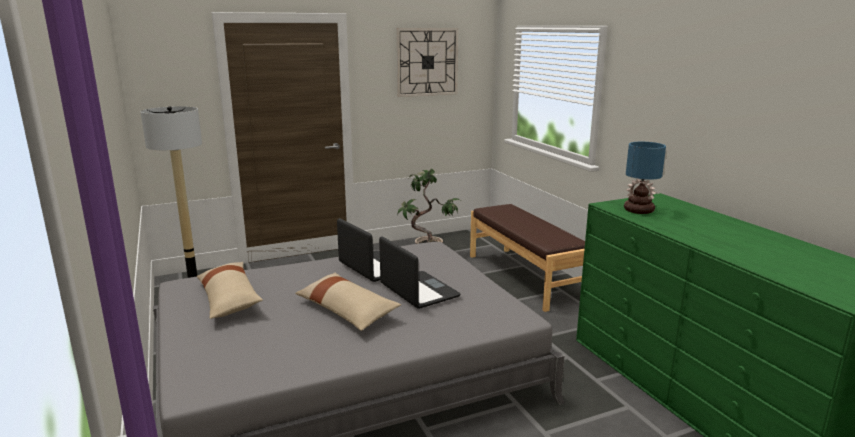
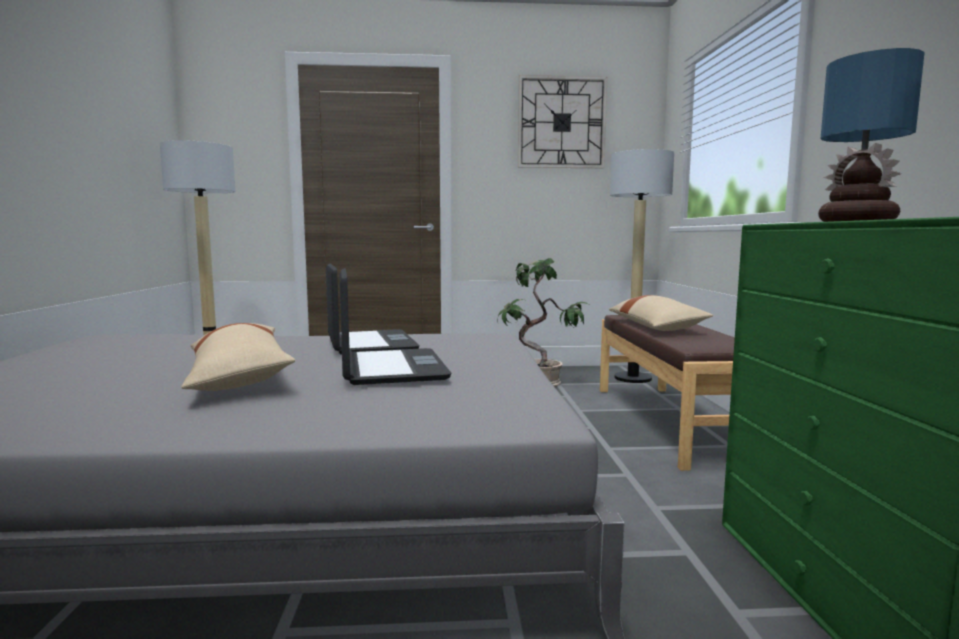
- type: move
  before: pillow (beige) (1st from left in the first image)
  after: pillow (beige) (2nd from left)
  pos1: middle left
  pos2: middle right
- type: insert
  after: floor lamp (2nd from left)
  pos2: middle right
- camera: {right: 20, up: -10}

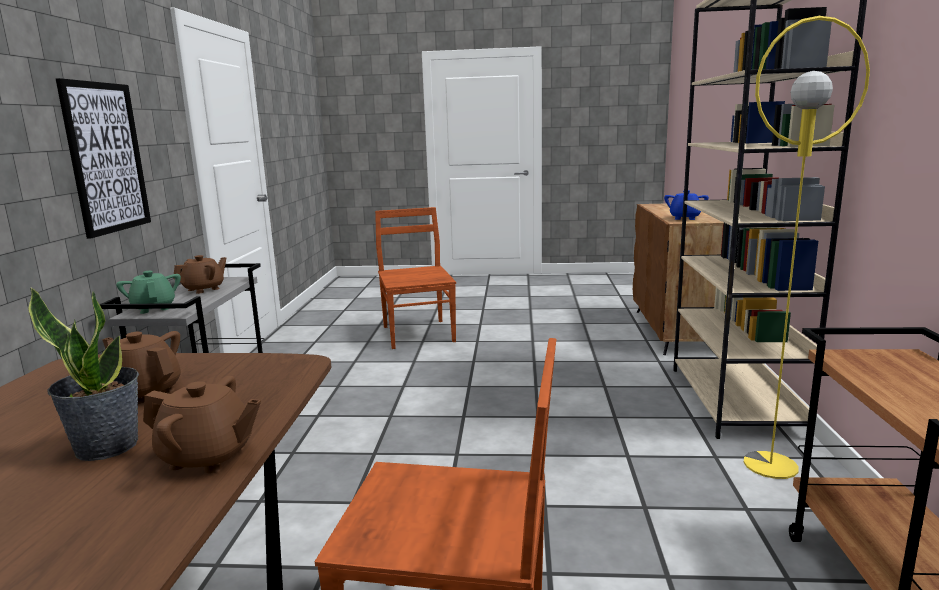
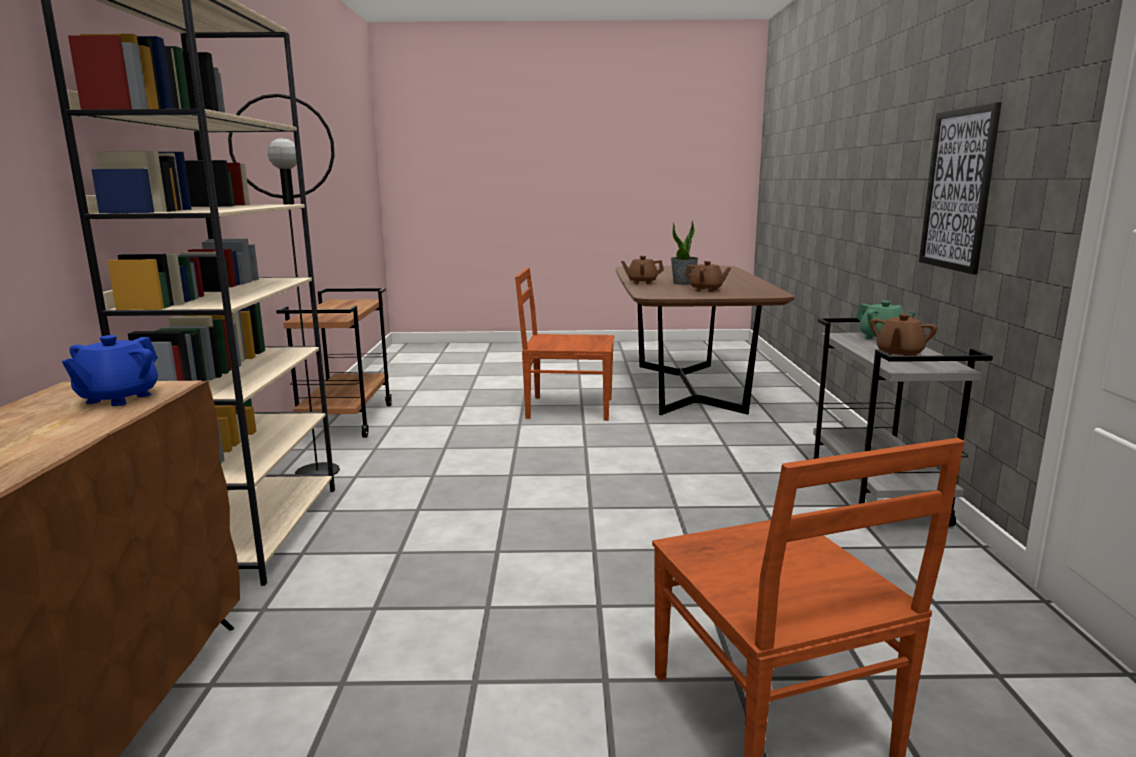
- type: recolor
  before: floor lamp (yellow)
  after: floor lamp (black)
  pos1: middle right
  pos2: middle left
- camera: {right: 175, up: 0}

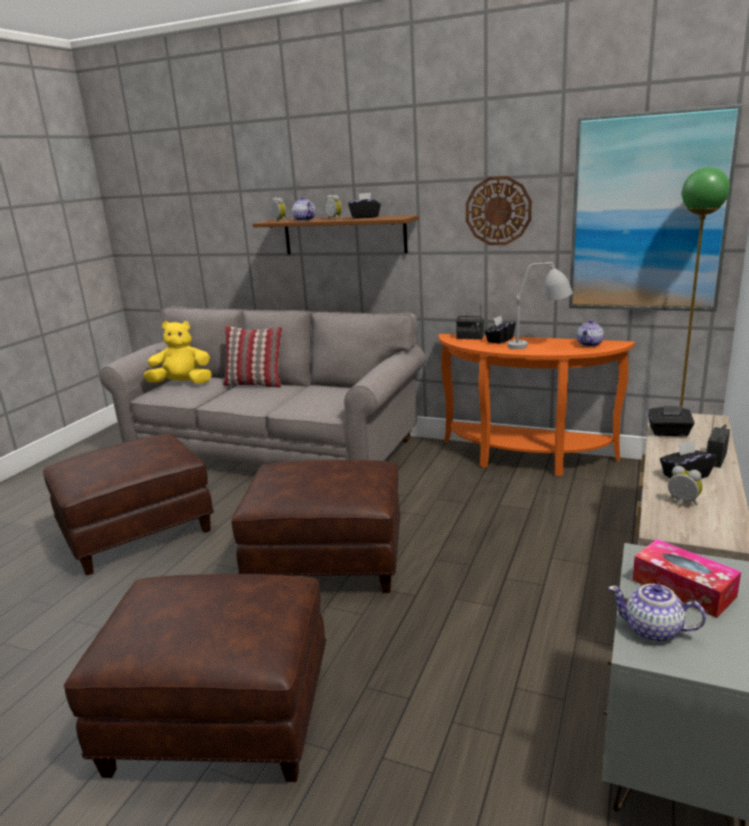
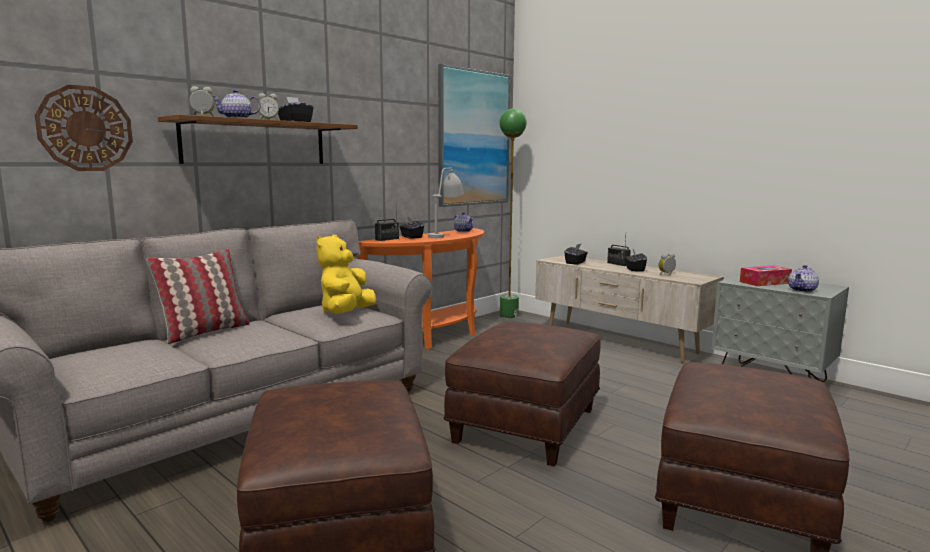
- type: move
  before: wall clock
  pos1: top centre
  pos2: top left
- type: move
  before: plush toy (yellow)
  pos1: middle left
  pos2: centre
- camera: {right: -70, up: -10}

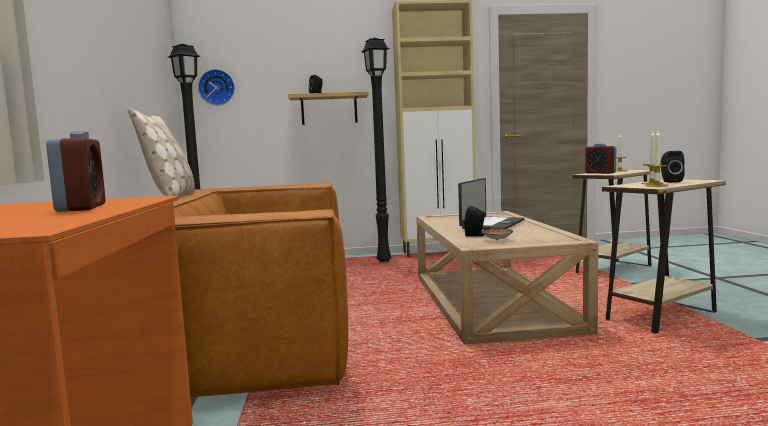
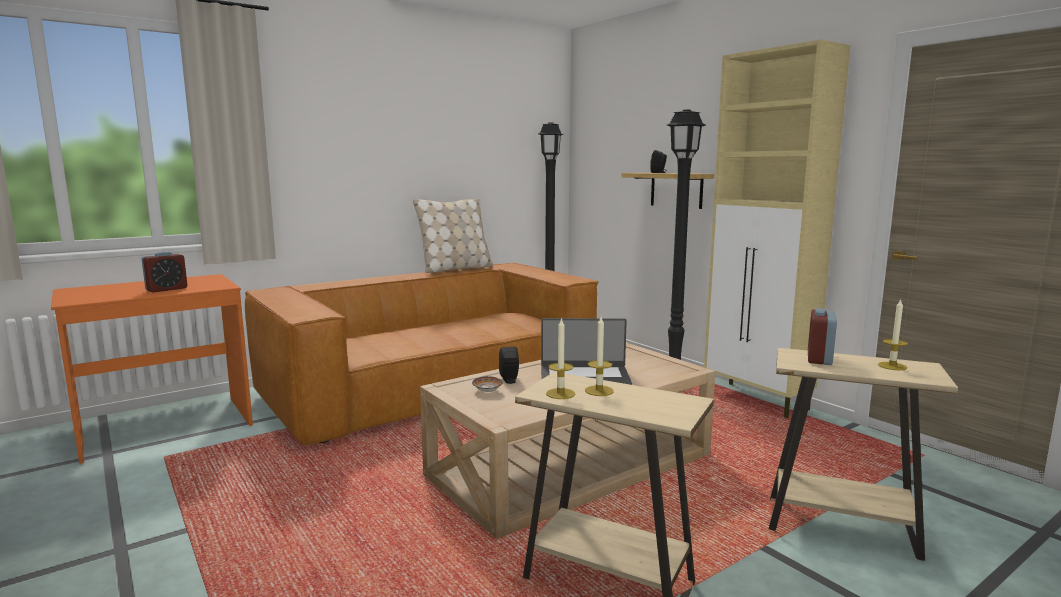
- type: delete
  before: wall clock
  pos1: top left
- type: delete
  before: speaker (black) (3rd from left)
  pos1: middle right
- camera: {right: 60, up: 5}

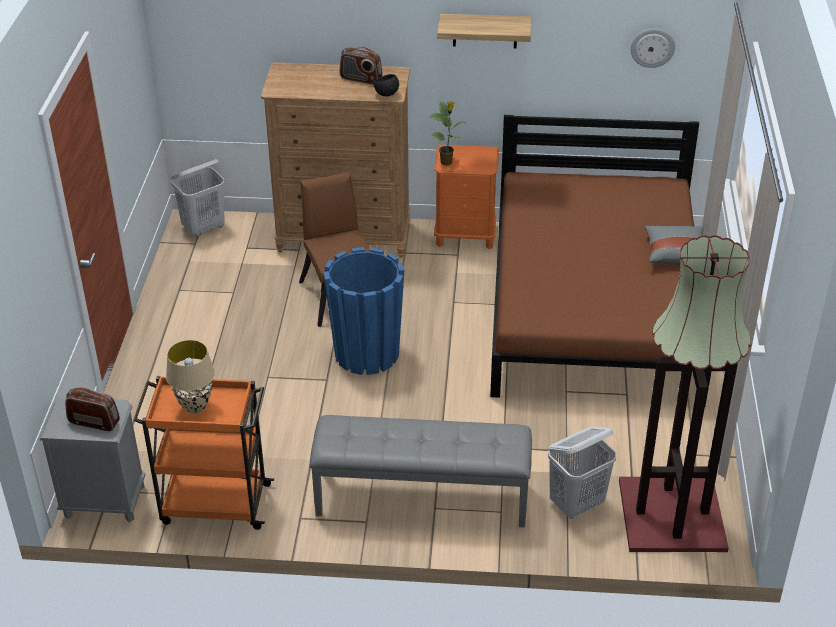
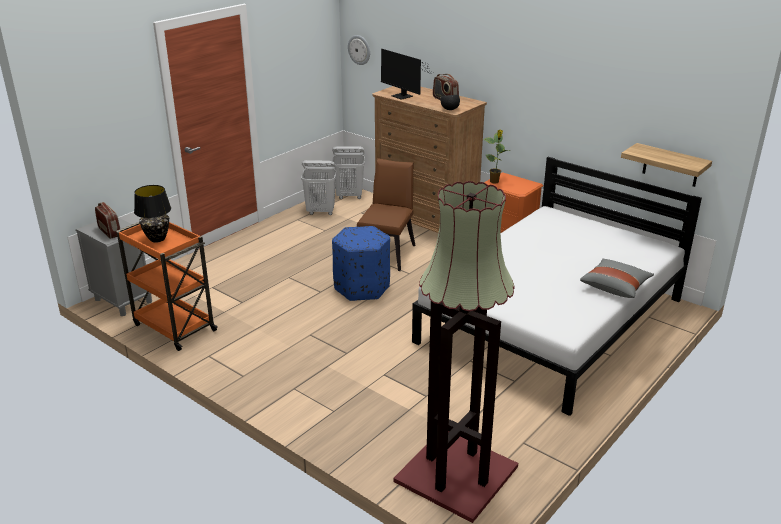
- type: move
  before: shelf
  pos1: top centre
  pos2: top right
- type: move
  before: wall clock
  pos1: top right
  pos2: top centre
- type: recolor
  before: bed (brown)
  after: bed (white)
  pos1: middle right
  pos2: middle right
- type: replace
  before: planter (blue)
  after: ottoman (blue)
  pos1: centre
  pos2: centre
- type: recolor
  before: table lamp (beige)
  after: table lamp (black)
  pos1: middle left
  pos2: middle left
- type: delete
  before: bench (grey)
  pos1: bottom centre
- type: move
  before: laundry basket (white) (2nd from left in the first image)
  after: laundry basket (white) (1st from left)
  pos1: bottom right
  pos2: centre
- type: insert
  after: monitor
  pos2: top centre
- camera: {right: 35, up: -10}

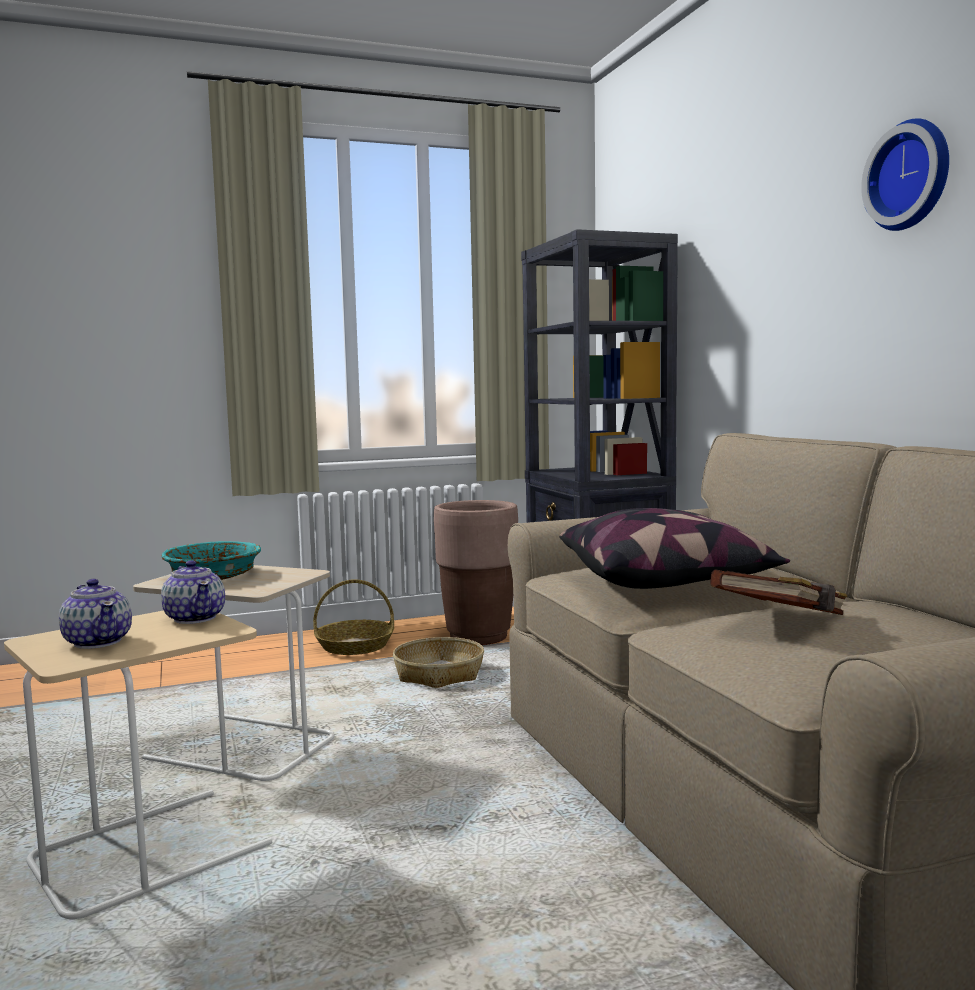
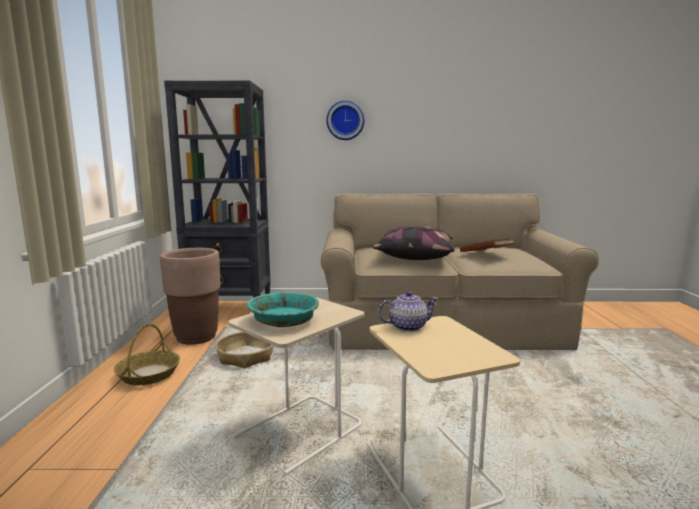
- type: move
  before: wall clock
  pos1: top right
  pos2: top centre
- type: delete
  before: teapot (1st from left)
  pos1: middle left
- camera: {right: -70, up: 5}

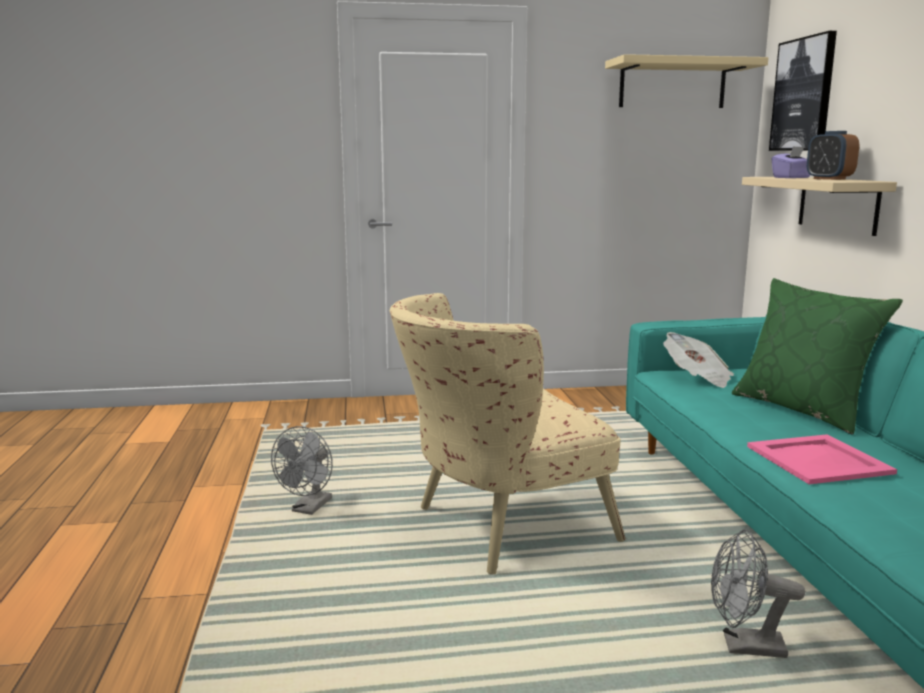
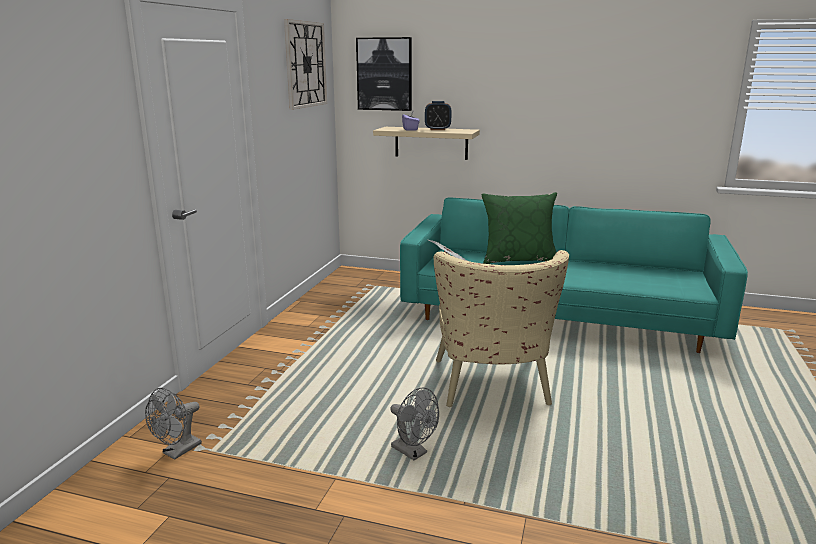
- type: replace
  before: shelf (beige) (1st from left)
  after: wall clock
  pos1: top right
  pos2: top centre
- type: delete
  before: tray (pink)
  pos1: middle right
- type: move
  before: fan (grey) (2nd from left in the first image)
  after: fan (grey) (1st from left)
  pos1: bottom right
  pos2: bottom left
- camera: {right: -65, up: 5}

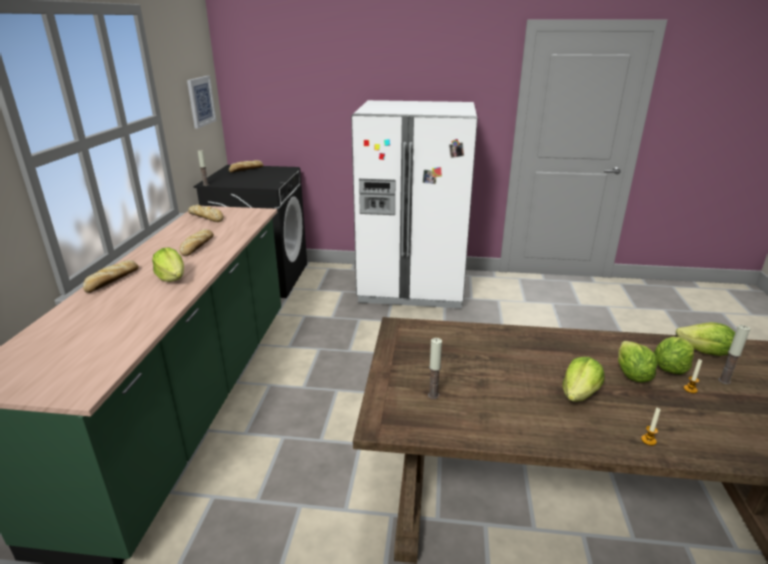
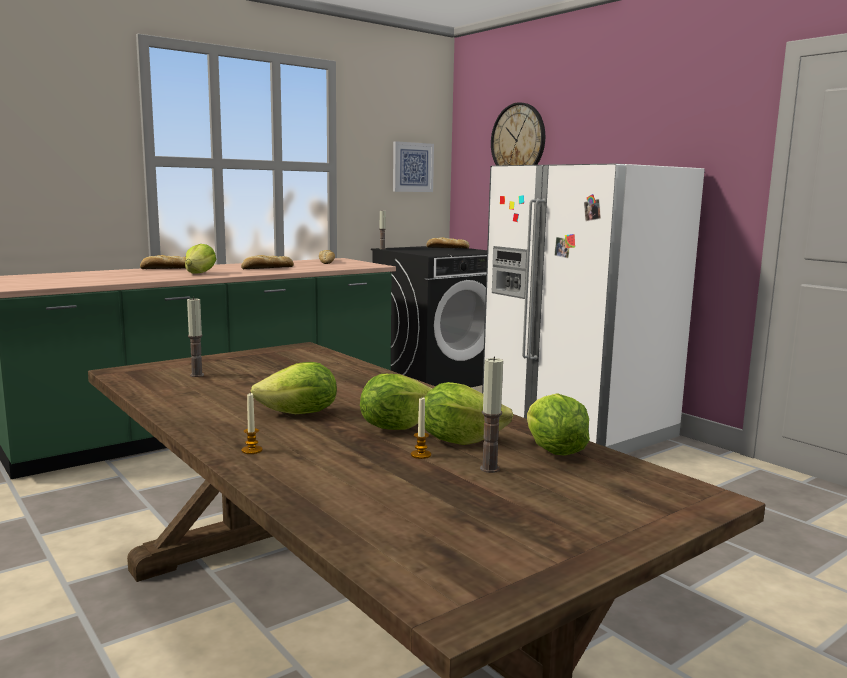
- type: insert
  after: wall clock
  pos2: top centre
- camera: {right: 45, up: -15}

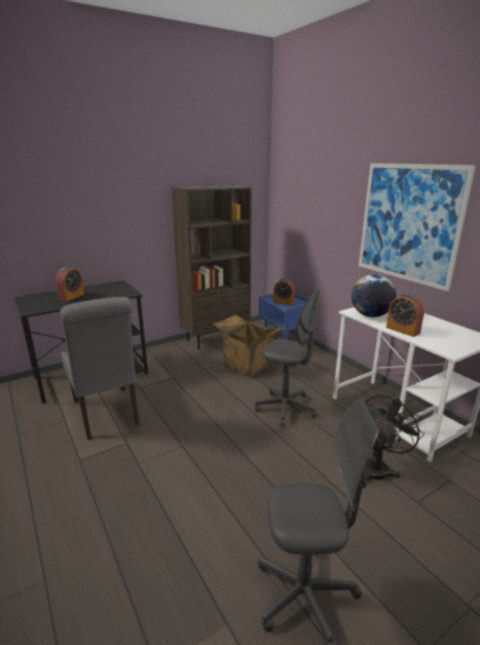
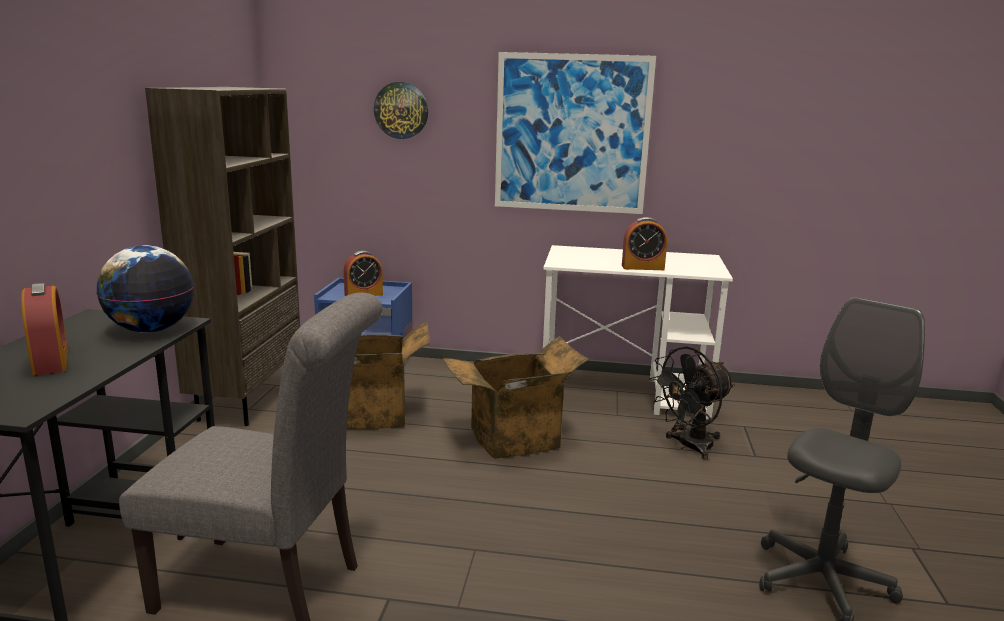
- type: move
  before: globe
  pos1: middle right
  pos2: middle left
- type: replace
  before: office chair (grey) (1st from left)
  after: cardboard box (2nd from left)
  pos1: centre
  pos2: centre
- type: rotate
  before: fan (black)
  pos1: bottom right
  pos2: middle right
  turn: -120
- type: insert
  after: wall clock
  pos2: top centre
- camera: {right: -50, up: -5}

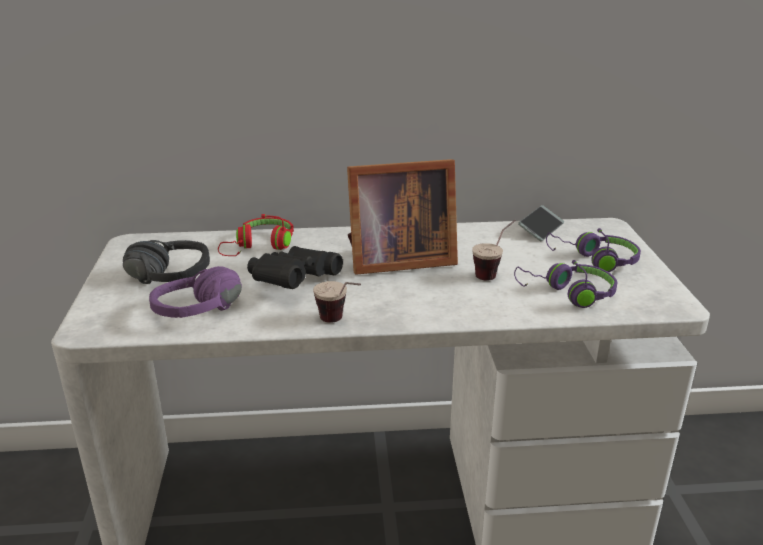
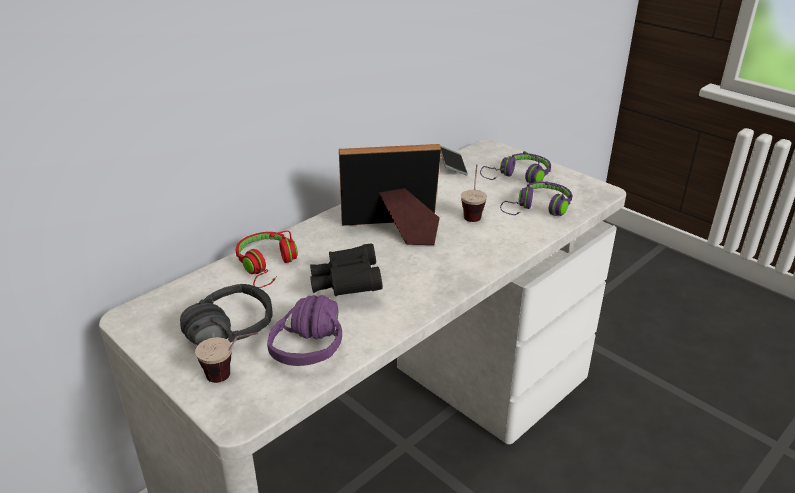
- type: rotate
  before: picture frame
  pos1: centre
  pos2: centre
  turn: -135
- type: move
  before: cup (1st from left)
  pos1: centre
  pos2: bottom left
- camera: {right: -40, up: 5}

